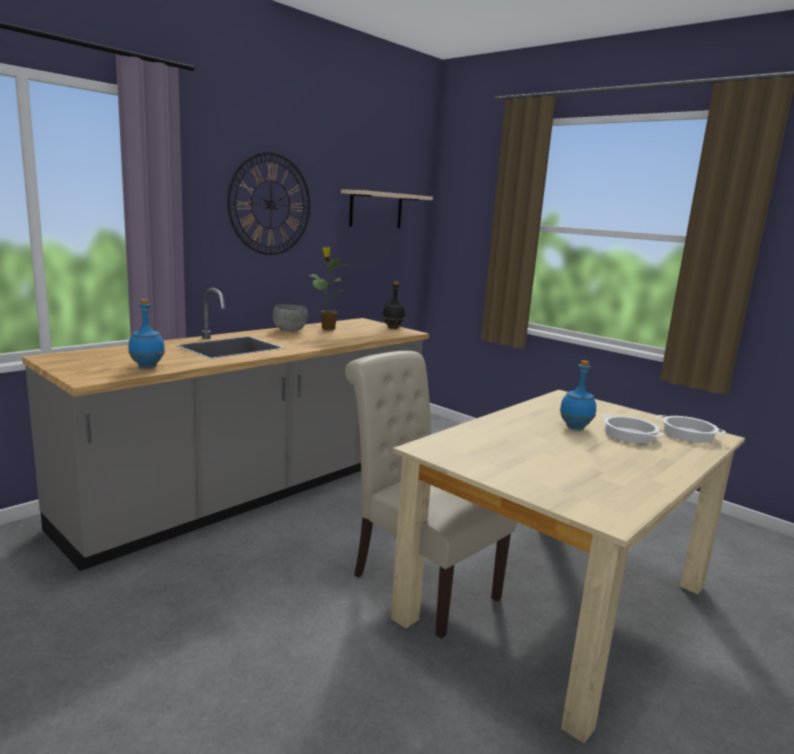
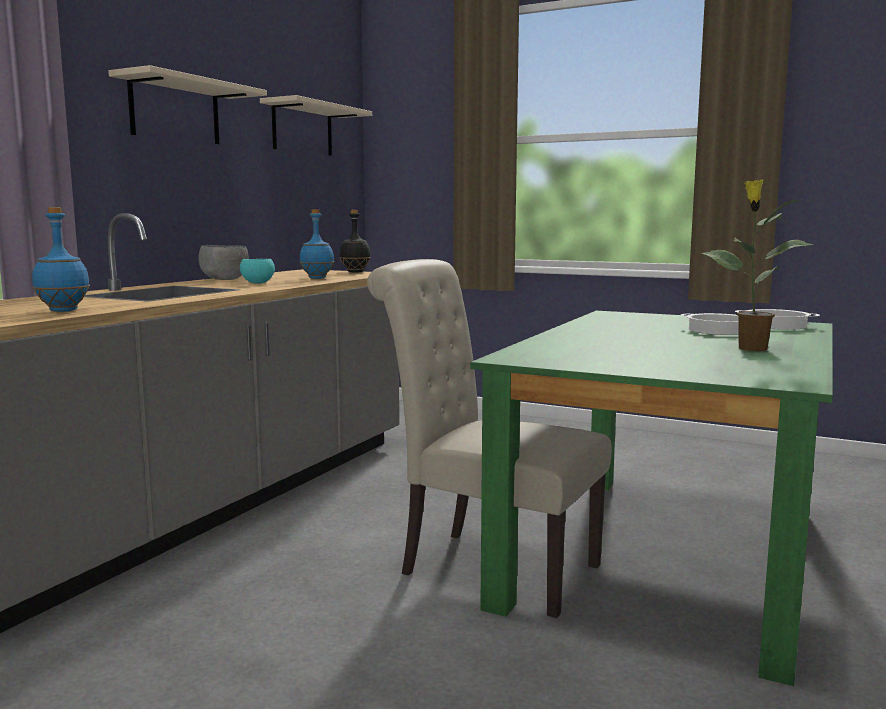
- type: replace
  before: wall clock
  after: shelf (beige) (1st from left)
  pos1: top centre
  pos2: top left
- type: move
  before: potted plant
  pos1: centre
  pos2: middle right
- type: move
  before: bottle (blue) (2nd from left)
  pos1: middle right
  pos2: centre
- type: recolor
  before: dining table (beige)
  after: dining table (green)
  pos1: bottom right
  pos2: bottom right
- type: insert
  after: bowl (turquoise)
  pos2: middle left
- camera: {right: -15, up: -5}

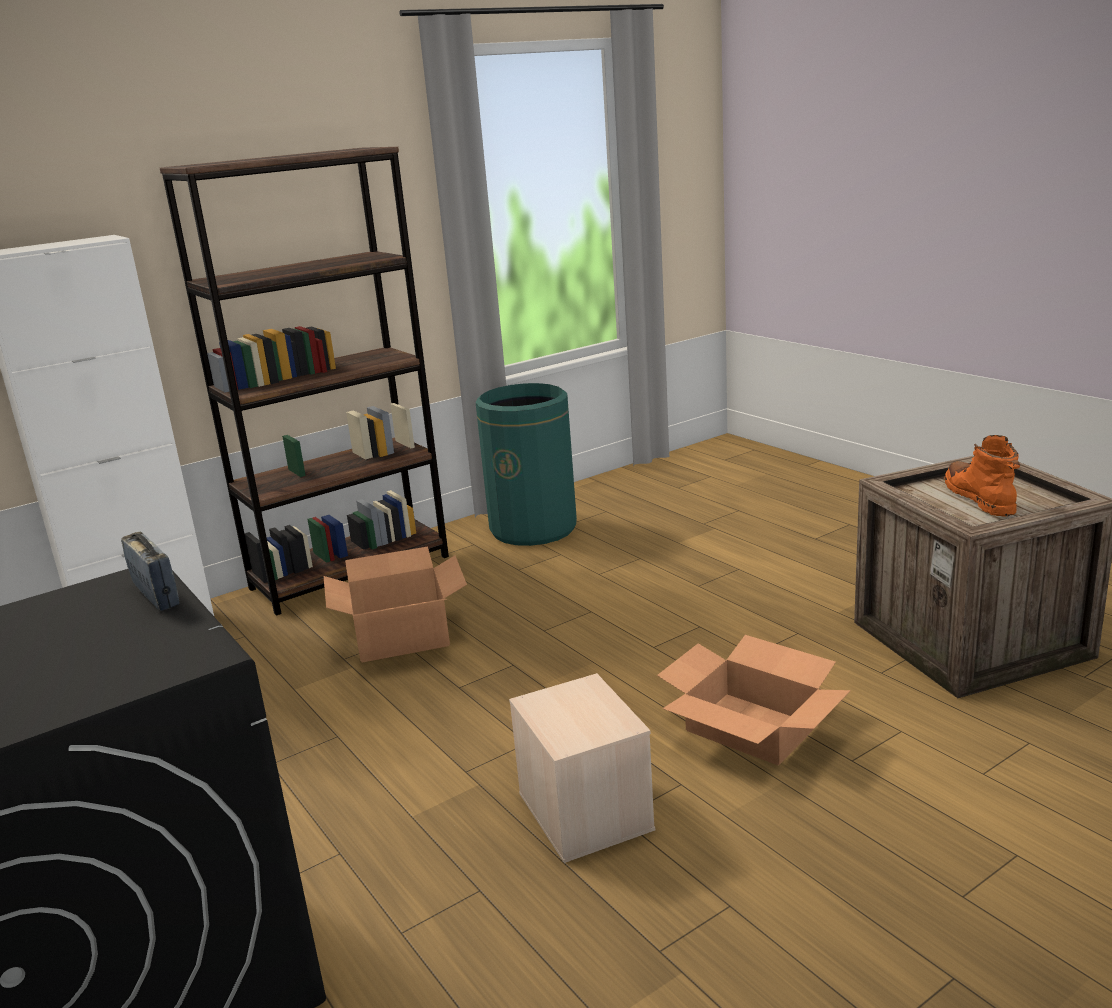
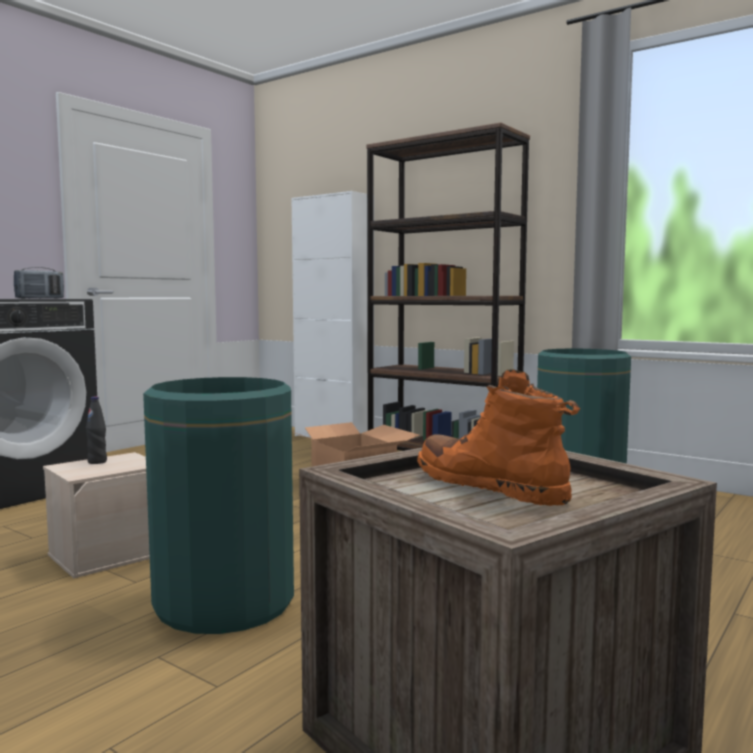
- type: rotate
  before: boot (orange)
  pos1: middle right
  pos2: centre
  turn: -105
- type: replace
  before: cardboard box (2nd from left)
  after: trash can (green) (1st from left)
  pos1: bottom right
  pos2: bottom left
- type: insert
  after: bottle (black)
  pos2: middle left
- camera: {right: 70, up: -15}

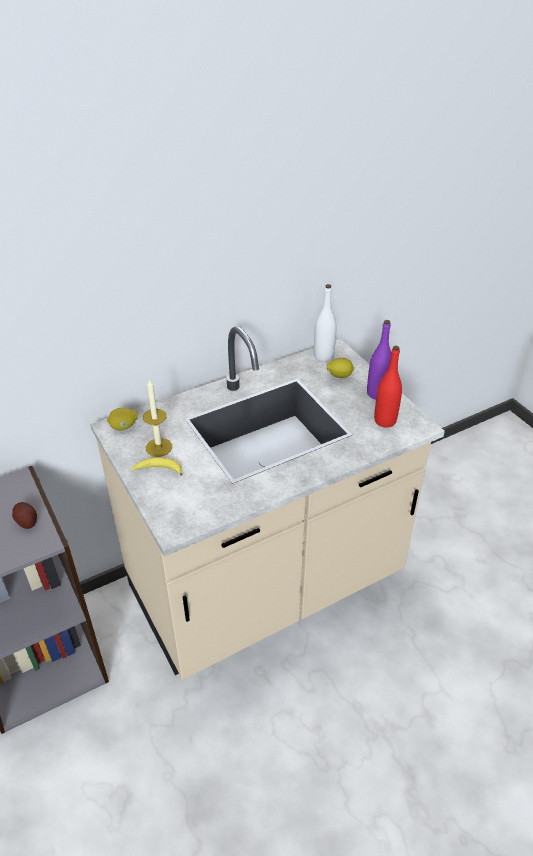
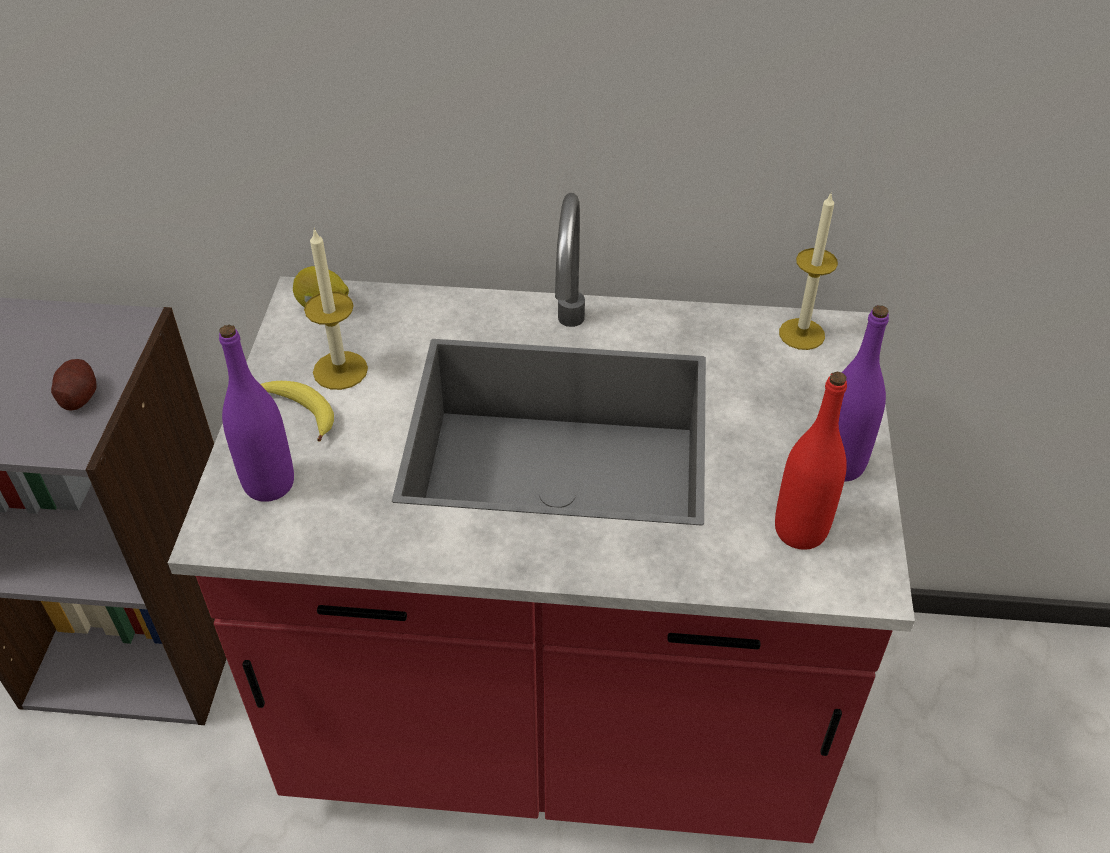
- type: replace
  before: bottle (white)
  after: candle (2nd from left)
  pos1: centre
  pos2: top right
- type: recolor
  before: counter (beige)
  after: counter (red)
  pos1: centre
  pos2: centre
- type: delete
  before: lemon (2nd from left)
  pos1: centre
- type: insert
  after: bottle (purple) (1st from left)
  pos2: middle left
- camera: {right: 35, up: 5}

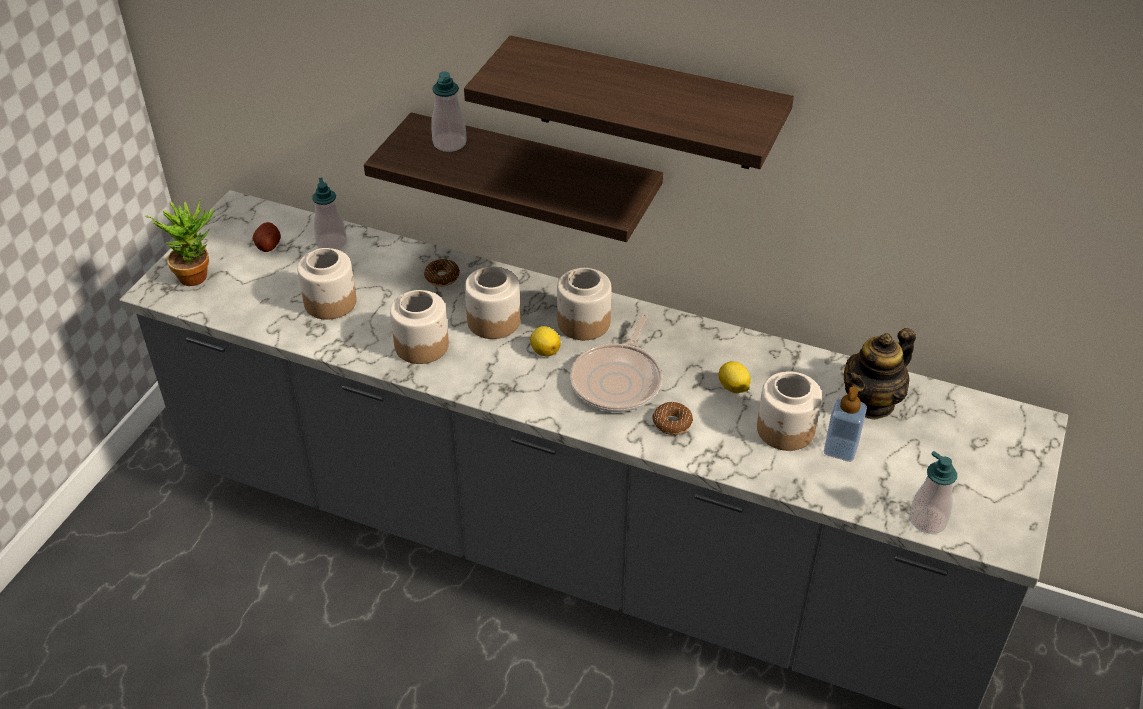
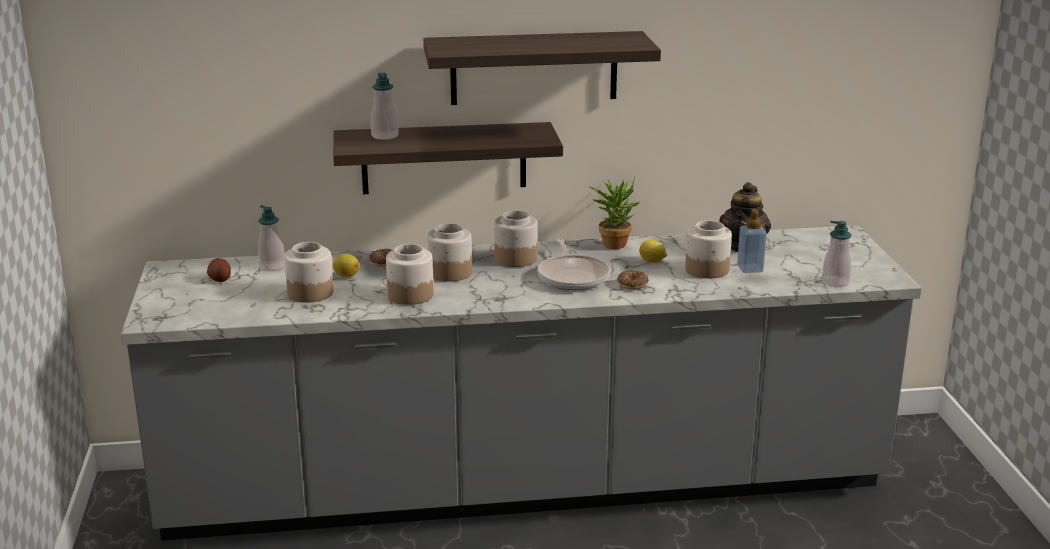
- type: move
  before: potted plant
  pos1: middle left
  pos2: centre
- type: move
  before: lemon (1st from left)
  pos1: centre
  pos2: middle left
- camera: {right: -30, up: -20}

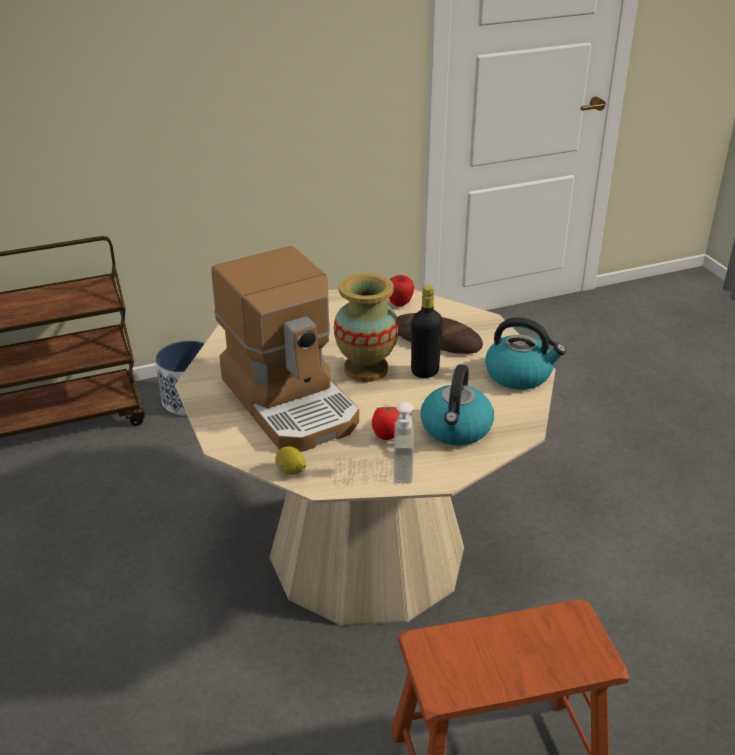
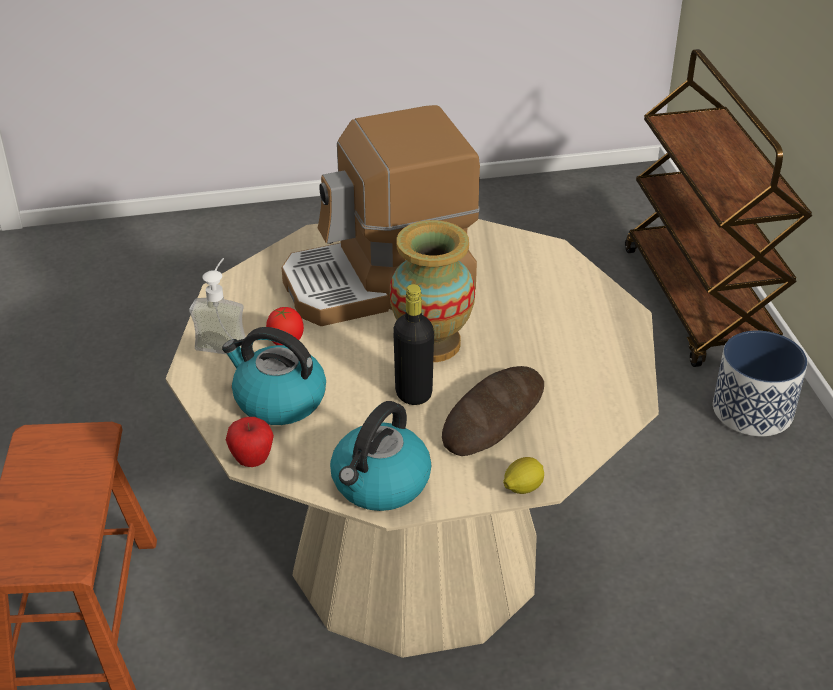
- type: move
  before: apple
  pos1: centre
  pos2: middle left
- type: move
  before: lemon
  pos1: centre
  pos2: bottom centre
- camera: {right: 100, up: 5}

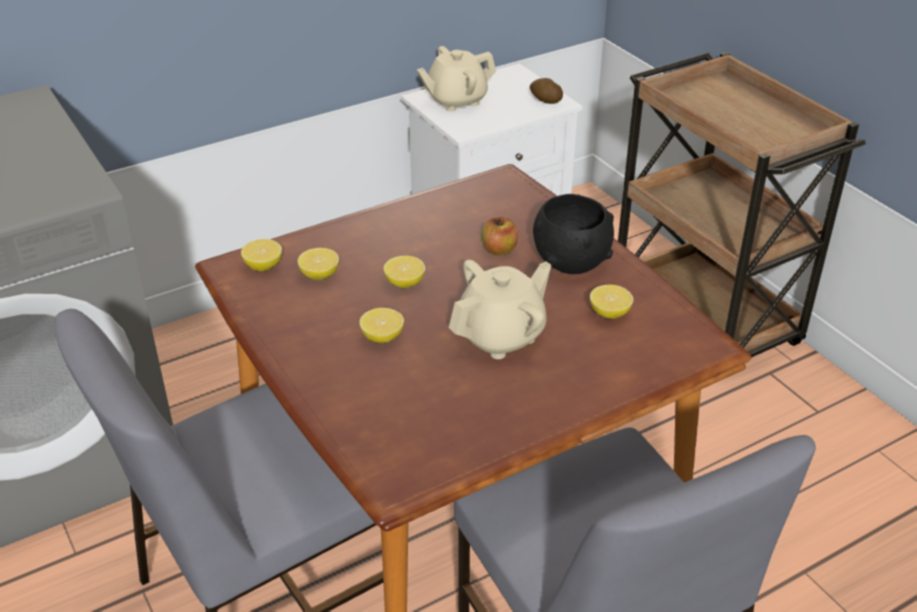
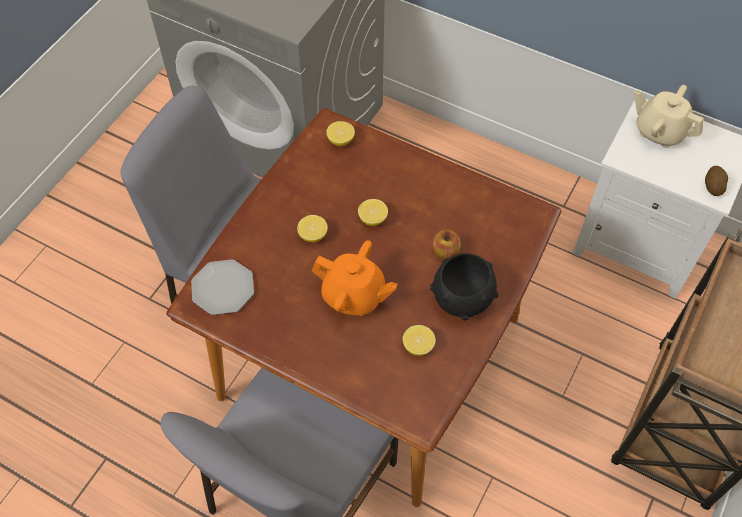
- type: delete
  before: lemon (2nd from left)
  pos1: centre
- type: recolor
  before: teapot (beige) (2nd from left)
  after: teapot (orange)
  pos1: centre
  pos2: centre
- type: insert
  after: plate
  pos2: middle left
- camera: {right: 60, up: 20}

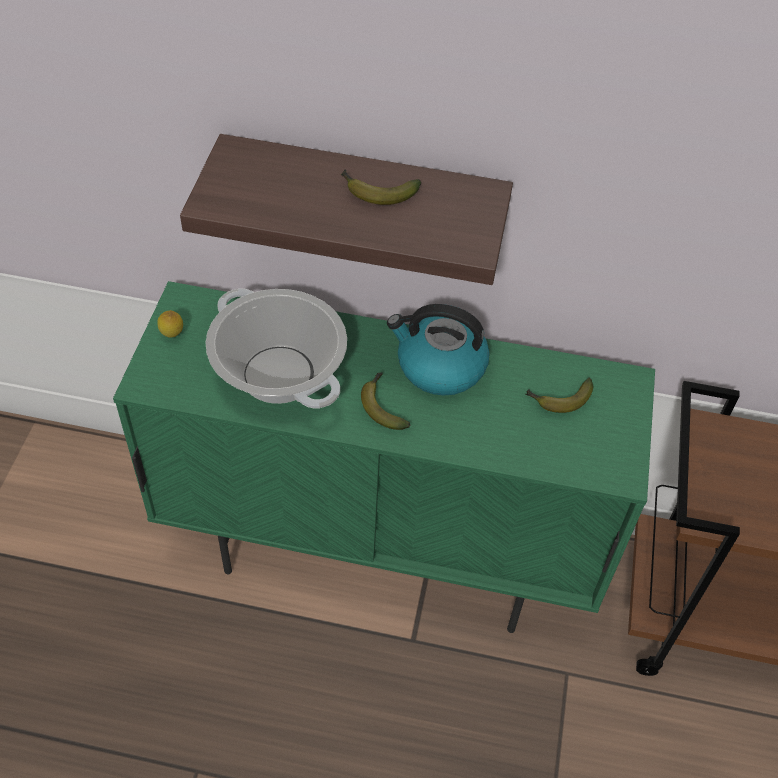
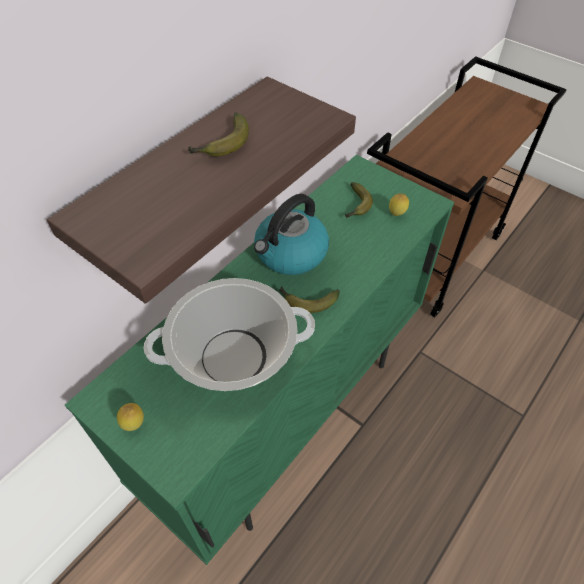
- type: insert
  after: lemon (2nd from left)
  pos2: middle right
- camera: {right: -60, up: 0}

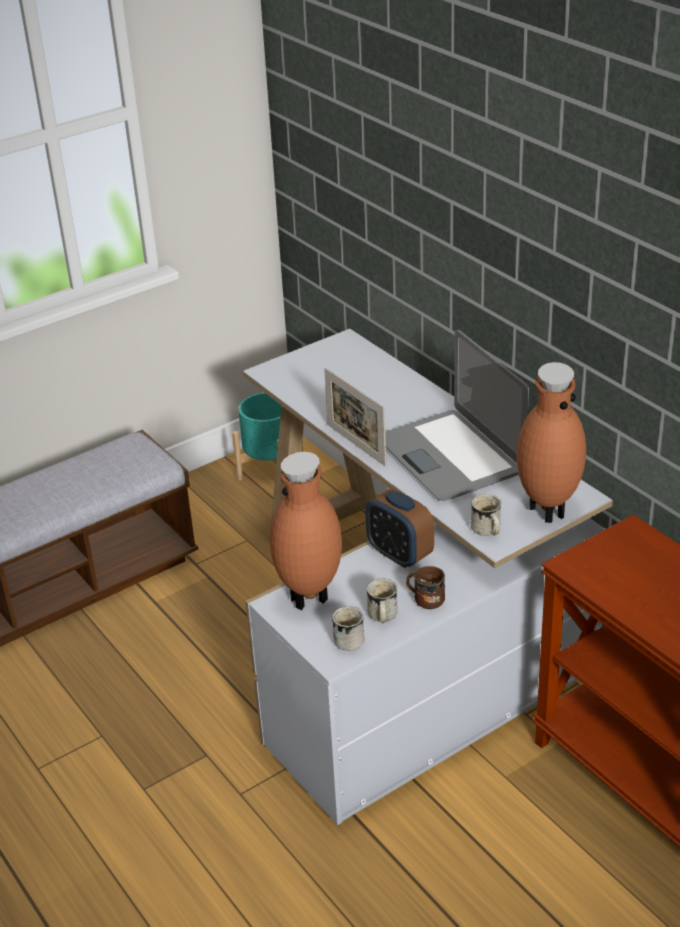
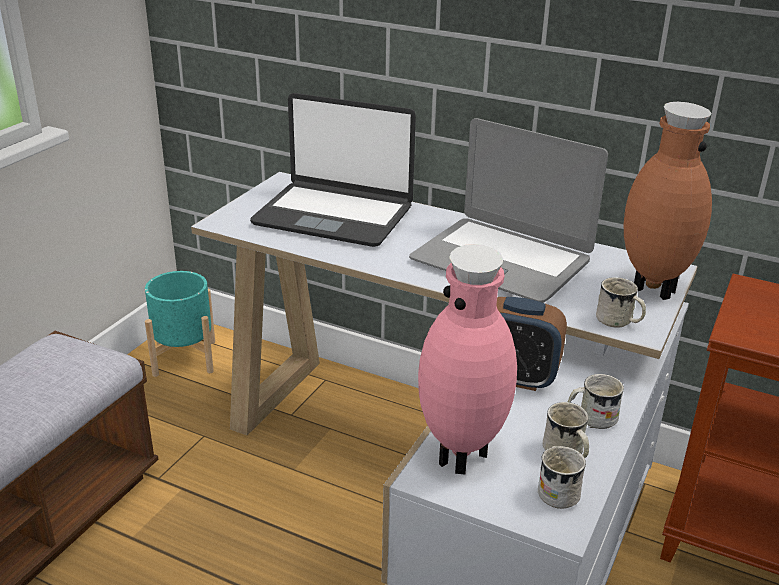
- type: delete
  before: picture frame
  pos1: centre
- type: recolor
  before: vase (brown) (1st from left)
  after: vase (pink)
  pos1: centre
  pos2: centre
- type: recolor
  before: mug (brown)
  after: mug (white) (3rd from left)
  pos1: centre
  pos2: bottom right
- type: insert
  after: laptop (1st from left)
  pos2: top centre
- camera: {right: -30, up: -5}

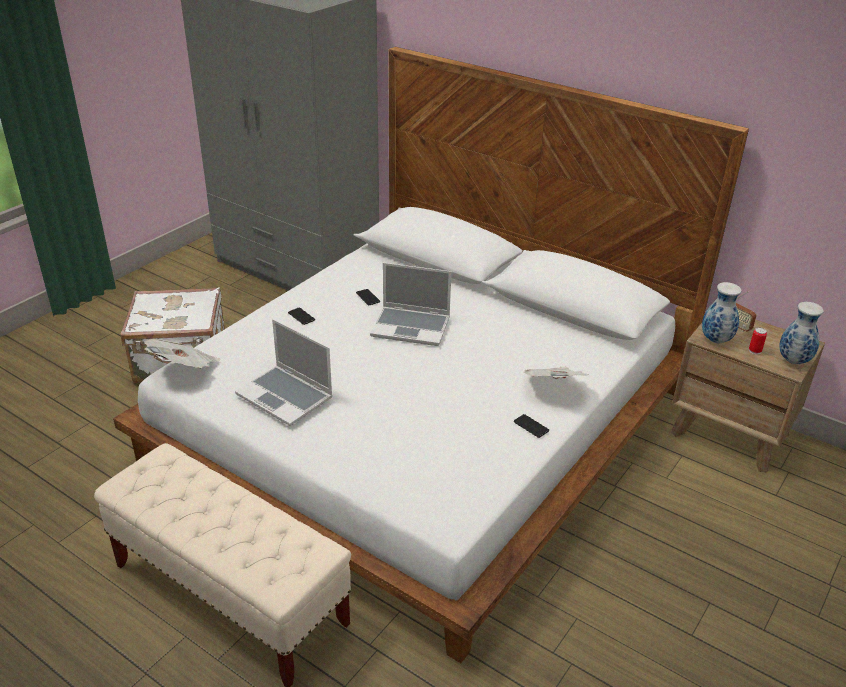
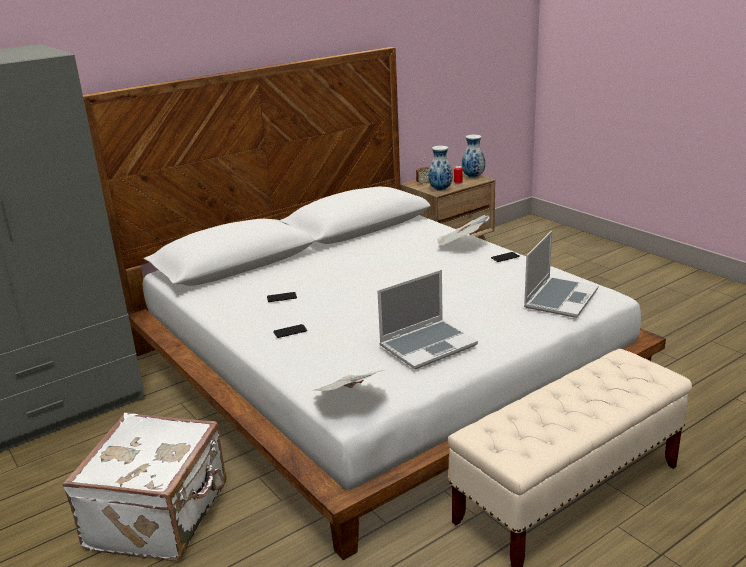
- type: move
  before: laptop (2nd from left)
  pos1: centre
  pos2: middle right
- camera: {right: -70, up: -10}

